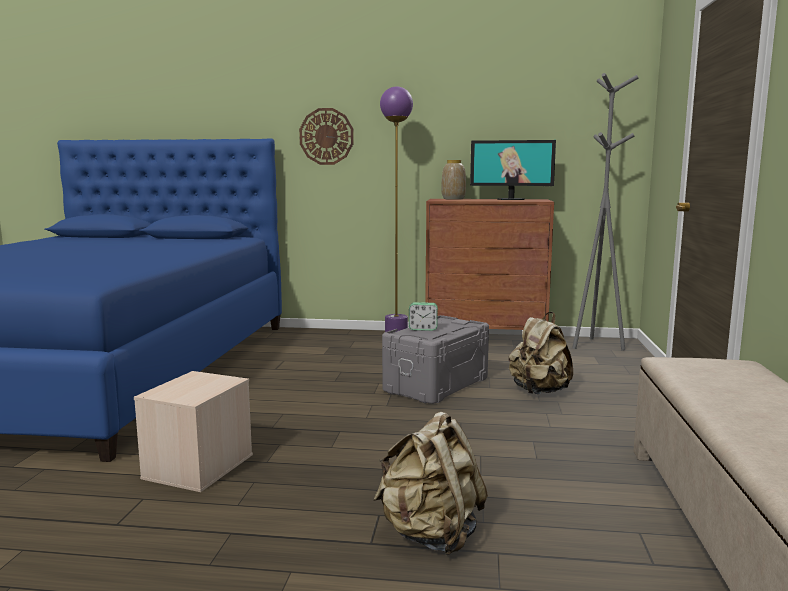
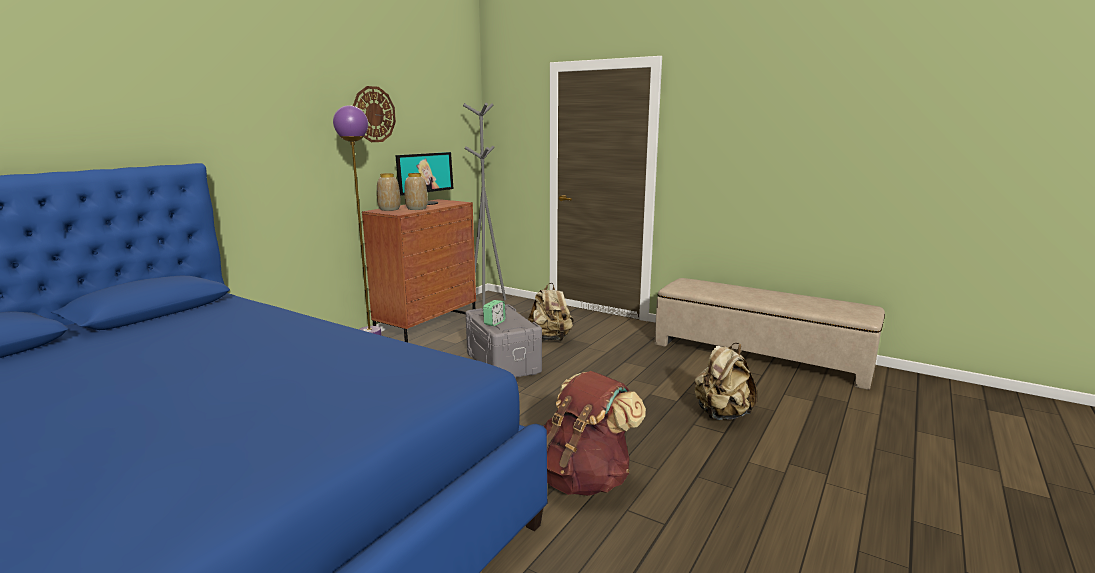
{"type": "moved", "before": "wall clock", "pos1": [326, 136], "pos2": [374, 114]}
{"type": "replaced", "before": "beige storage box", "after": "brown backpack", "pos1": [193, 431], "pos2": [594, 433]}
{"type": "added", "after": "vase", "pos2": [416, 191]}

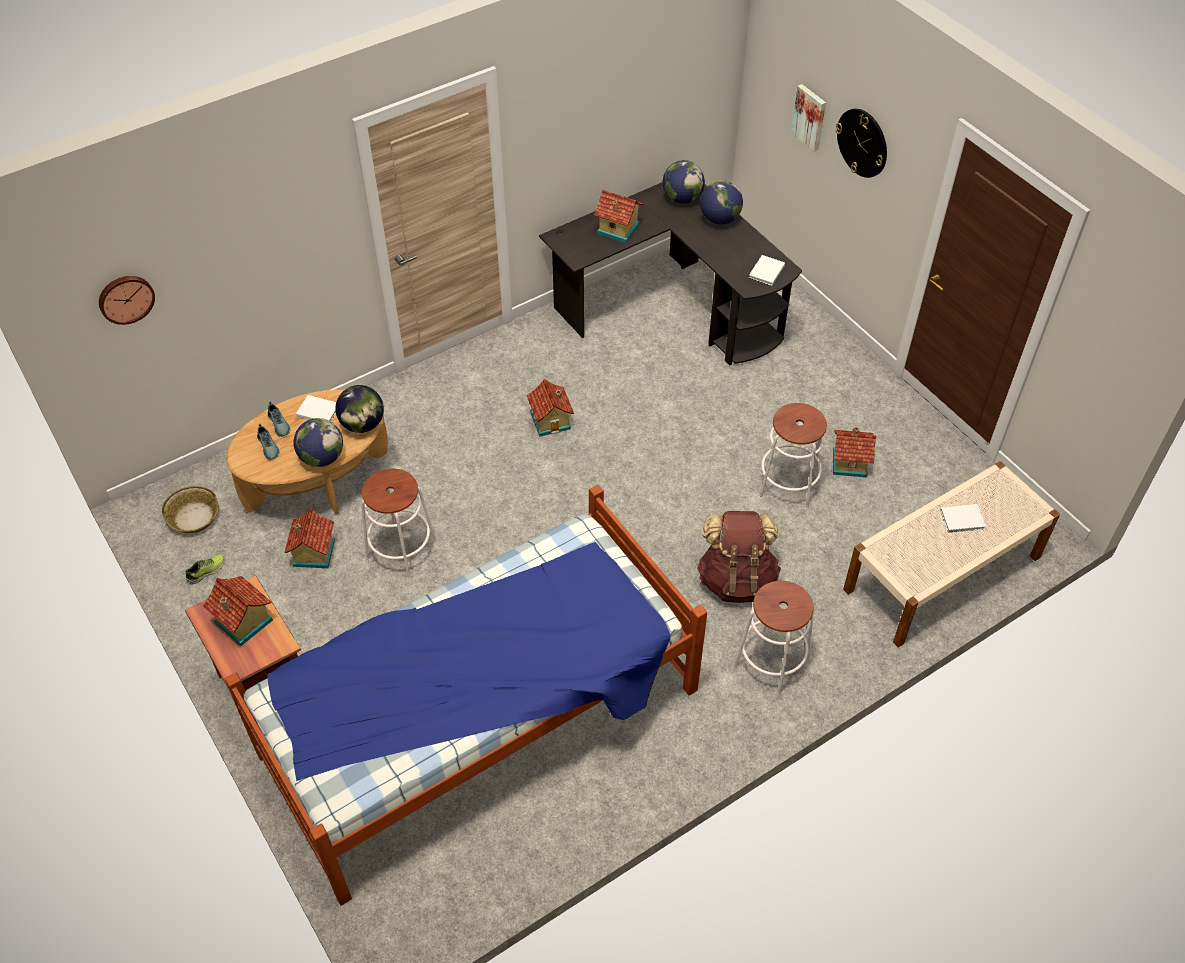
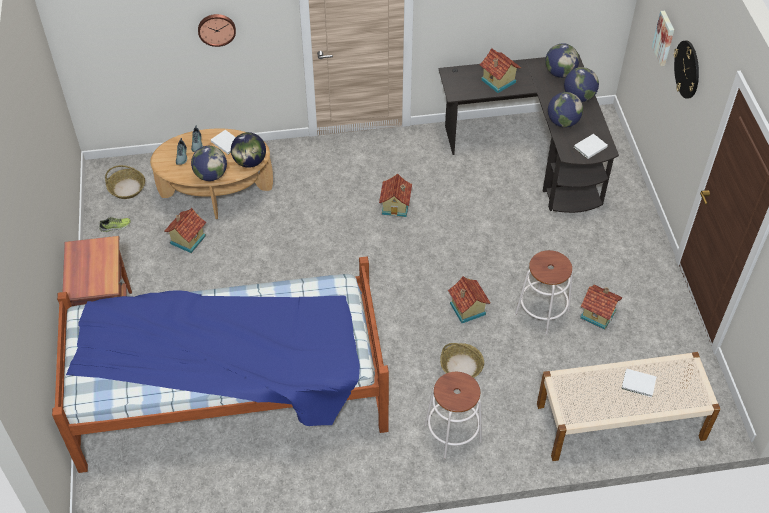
{"type": "moved", "before": "wall clock", "pos1": [127, 300], "pos2": [217, 30]}
{"type": "removed", "before": "white stool", "pos1": [398, 523]}
{"type": "replaced", "before": "brown backpack", "after": "basket", "pos1": [739, 557], "pos2": [462, 360]}
{"type": "moved", "before": "toy house", "pos1": [238, 611], "pos2": [469, 299]}
{"type": "added", "after": "globe", "pos2": [565, 109]}

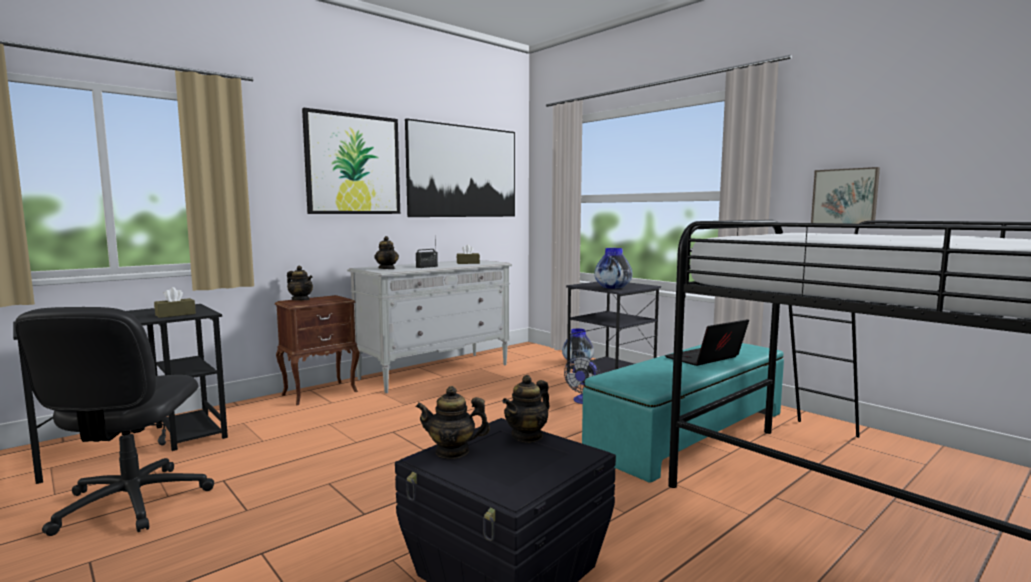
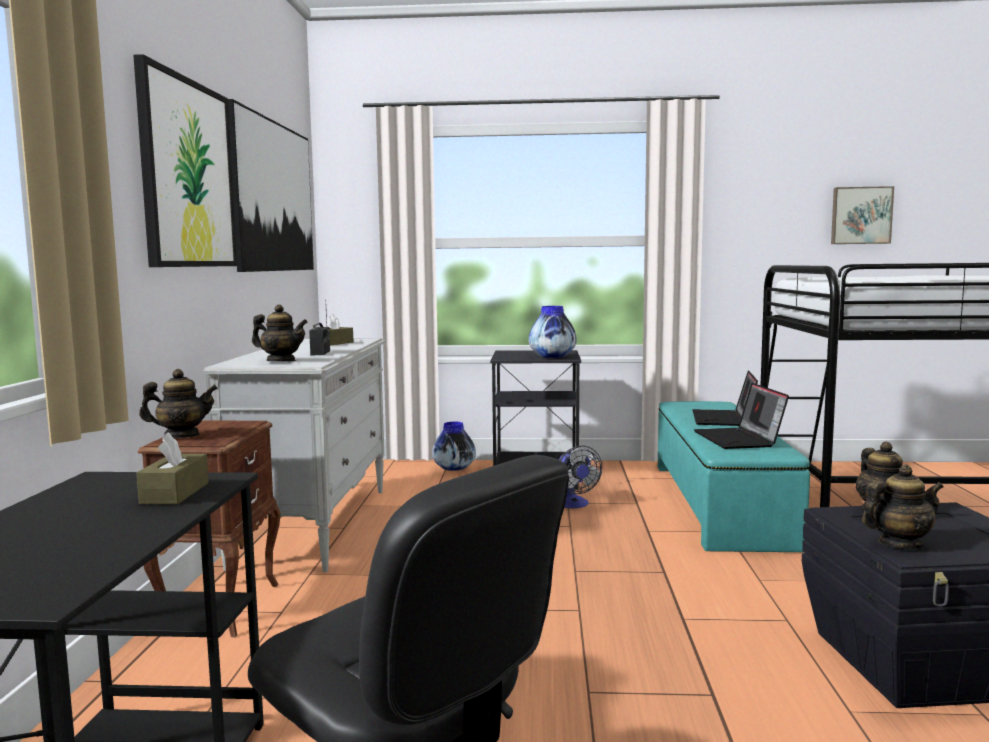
{"type": "moved", "before": "picture", "pos1": [845, 195], "pos2": [862, 215]}
{"type": "turned", "before": "teapot", "pos1": [453, 422], "pos2": [902, 507], "turn": -150}
{"type": "added", "after": "laptop", "pos2": [741, 416]}

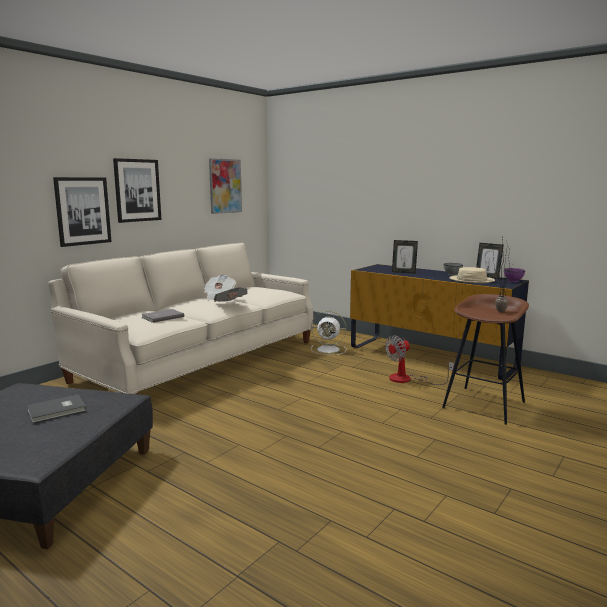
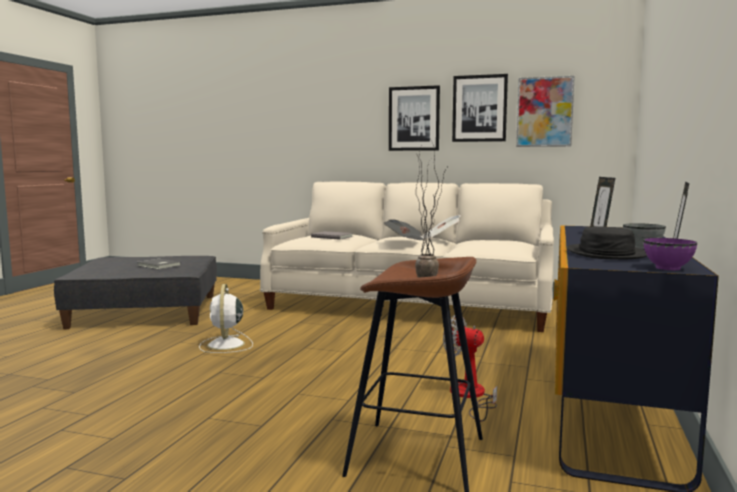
{"type": "moved", "before": "picture", "pos1": [82, 212], "pos2": [480, 108]}
{"type": "recoloured", "before": "beige hat", "after": "black hat", "pos1": [472, 275], "pos2": [606, 243]}
{"type": "moved", "before": "white fan", "pos1": [328, 333], "pos2": [226, 318]}

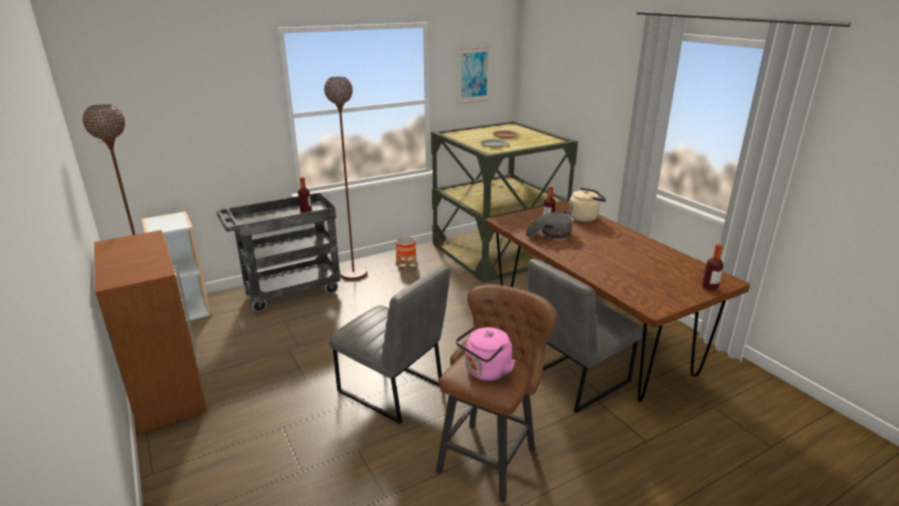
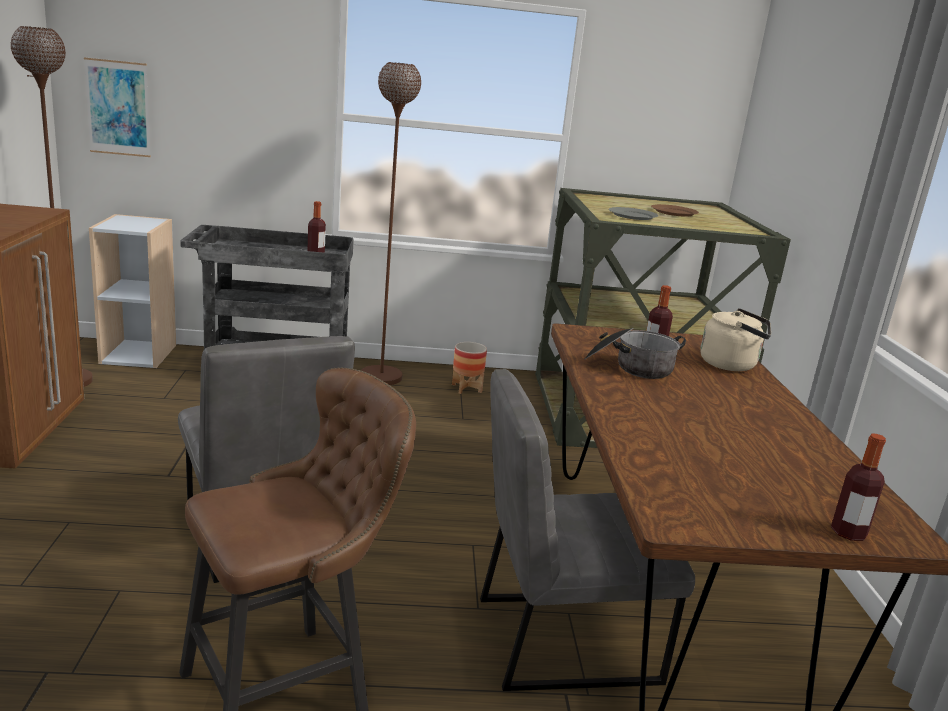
{"type": "moved", "before": "picture", "pos1": [474, 75], "pos2": [117, 107]}
{"type": "removed", "before": "pink kettle", "pos1": [486, 353]}

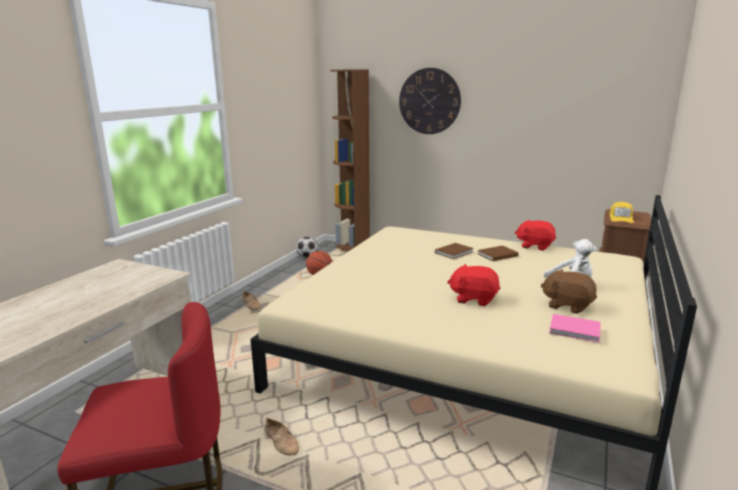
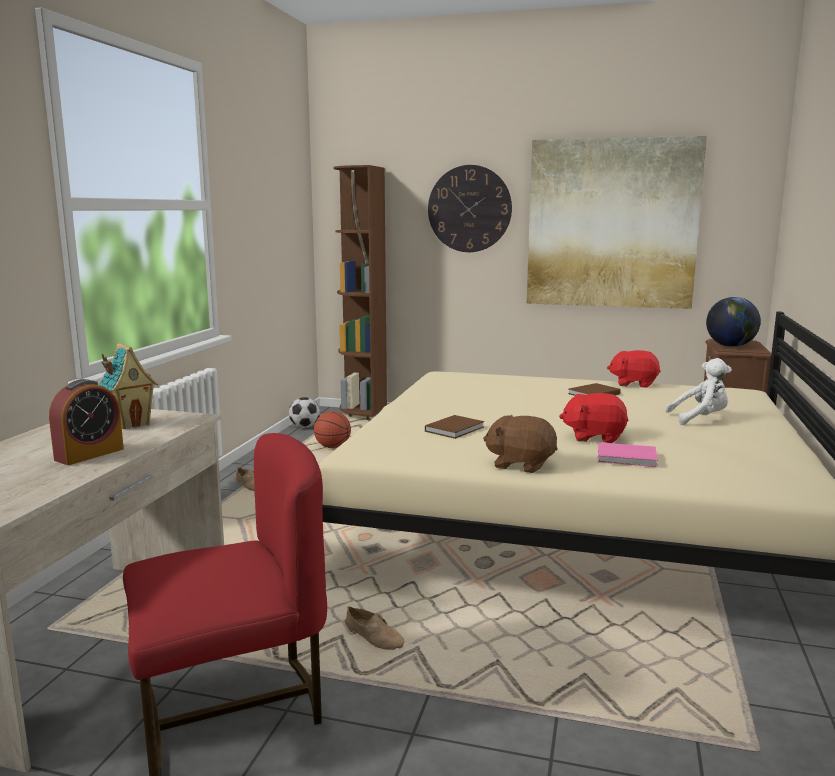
{"type": "replaced", "before": "yellow cap", "after": "globe", "pos1": [622, 212], "pos2": [733, 322]}
{"type": "moved", "before": "brown book", "pos1": [454, 251], "pos2": [454, 427]}
{"type": "moved", "before": "brown plush toy", "pos1": [569, 291], "pos2": [520, 444]}
{"type": "moved", "before": "pink book", "pos1": [575, 328], "pos2": [628, 454]}
{"type": "added", "after": "picture", "pos2": [617, 222]}
{"type": "added", "after": "toy house", "pos2": [128, 386]}
{"type": "added", "after": "alarm clock", "pos2": [86, 422]}

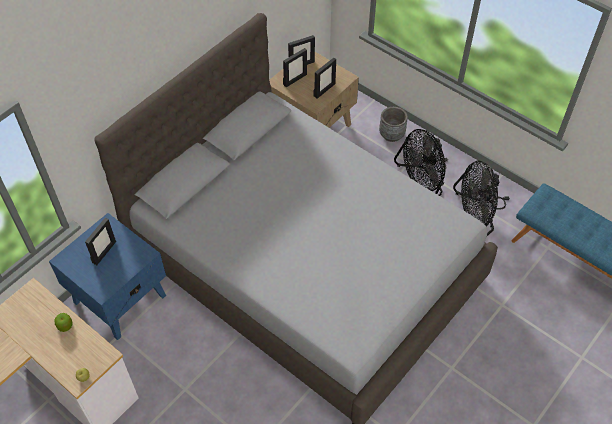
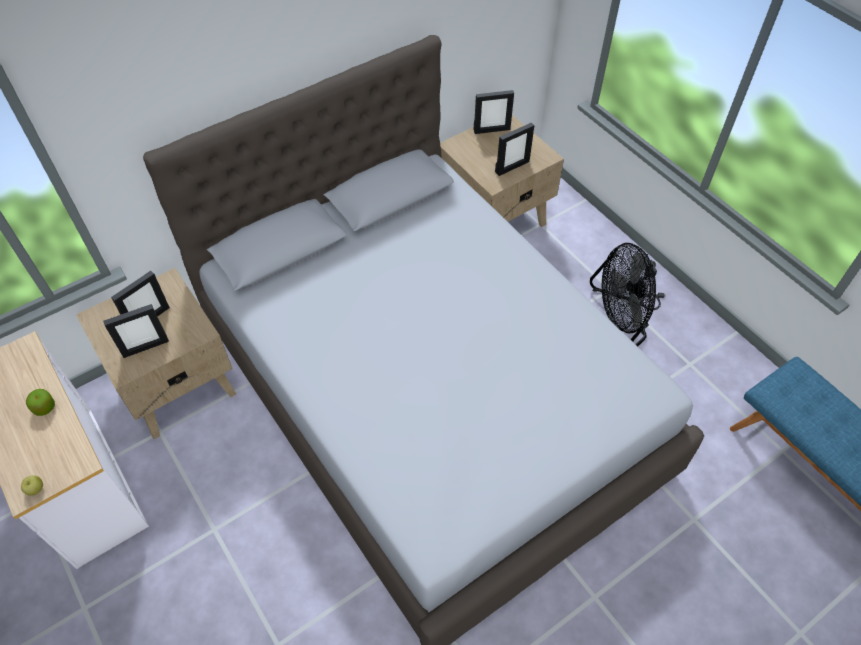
{"type": "moved", "before": "picture frame", "pos1": [295, 67], "pos2": [136, 331]}
{"type": "removed", "before": "grey planter", "pos1": [393, 124]}
{"type": "removed", "before": "black fan", "pos1": [481, 198]}
{"type": "recoloured", "before": "blue nightstand", "after": "beige nightstand", "pos1": [107, 276], "pos2": [156, 353]}

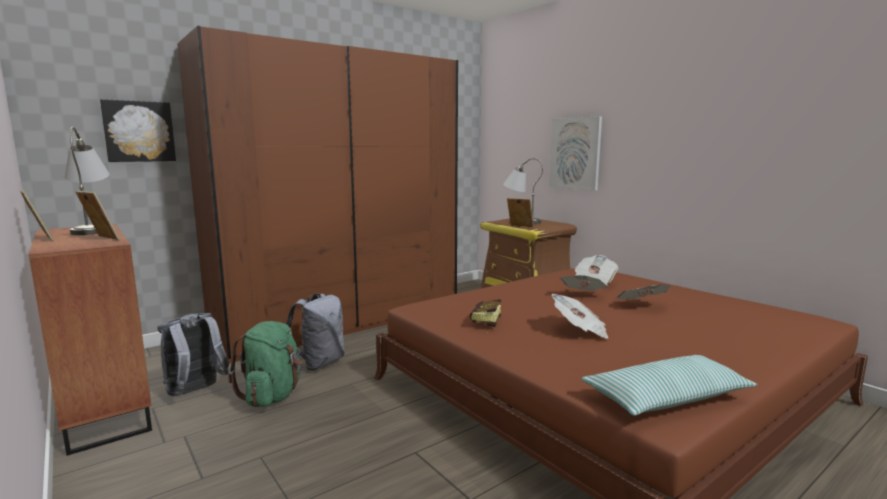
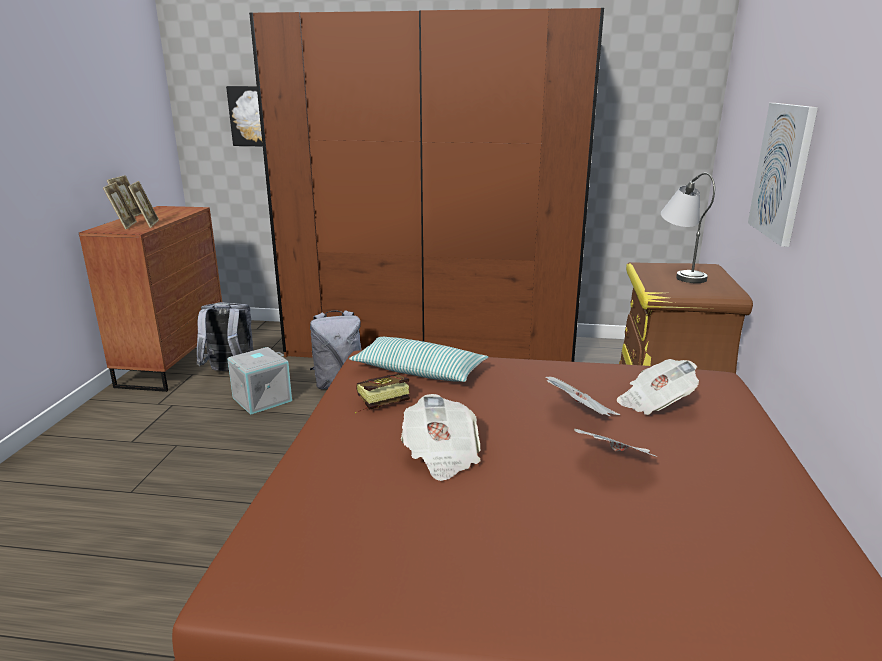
{"type": "removed", "before": "grey table lamp", "pos1": [87, 181]}
{"type": "moved", "before": "picture frame", "pos1": [520, 212], "pos2": [120, 206]}
{"type": "replaced", "before": "green backpack", "after": "grey storage box", "pos1": [265, 364], "pos2": [259, 381]}
{"type": "moved", "before": "pillow", "pos1": [669, 385], "pos2": [418, 359]}

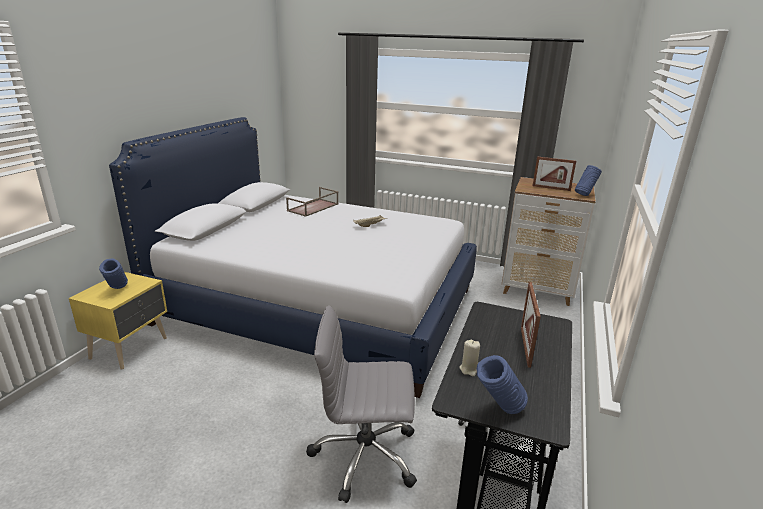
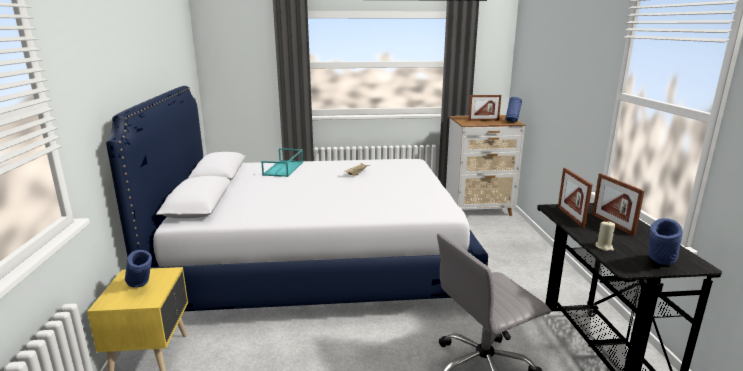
{"type": "recoloured", "before": "brown tray", "after": "turquoise tray", "pos1": [312, 202], "pos2": [282, 162]}
{"type": "added", "after": "picture frame", "pos2": [575, 198]}

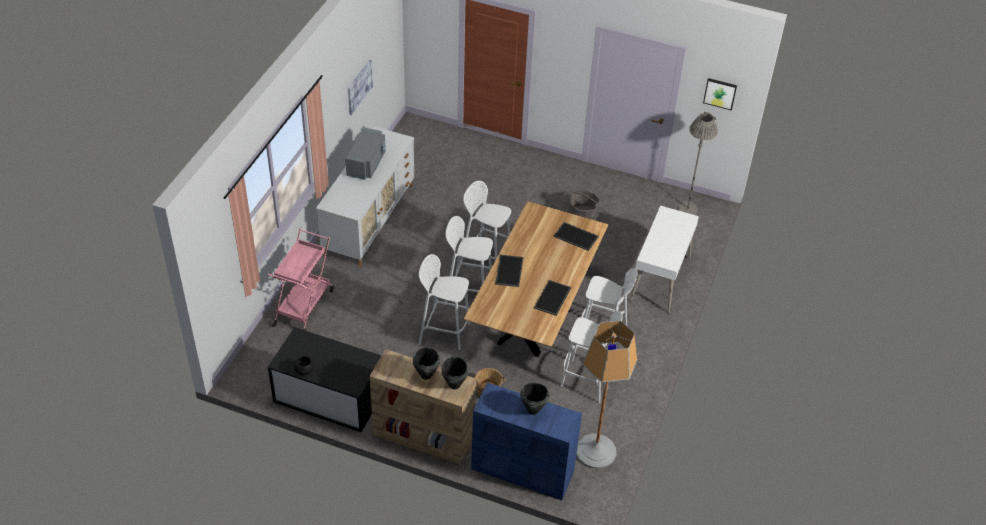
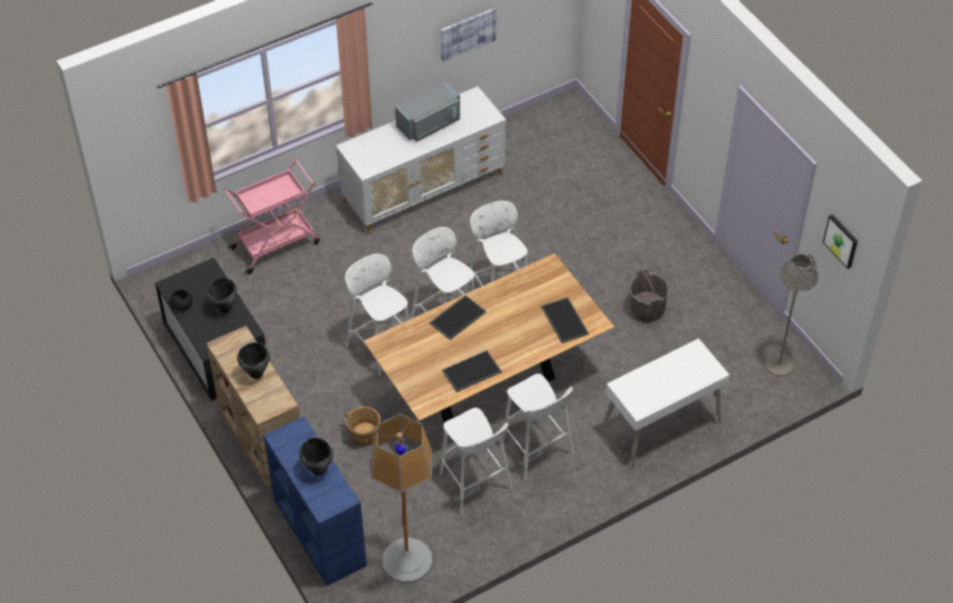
{"type": "moved", "before": "black cooking pot", "pos1": [455, 372], "pos2": [222, 295]}

